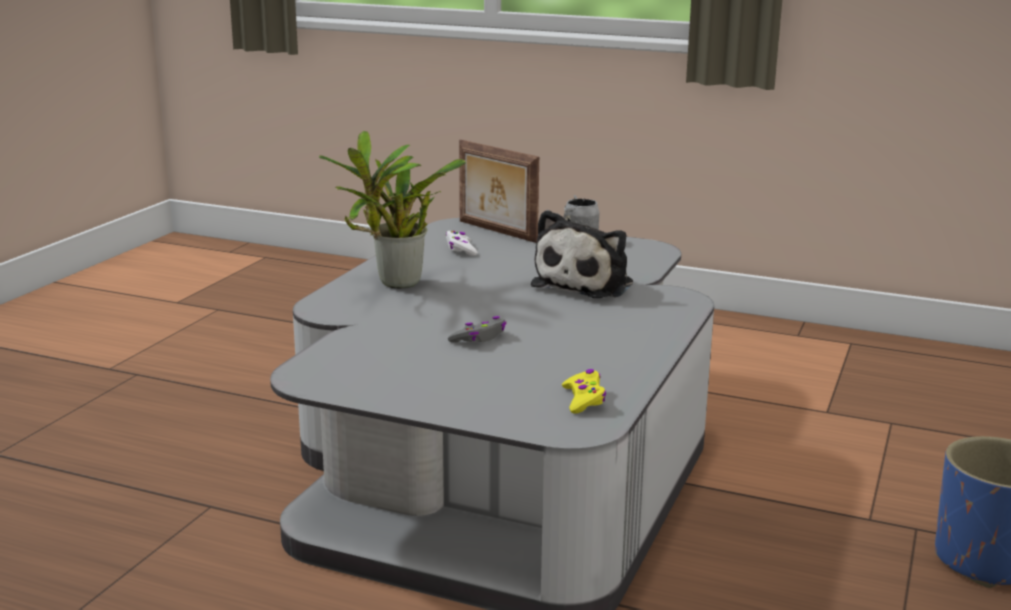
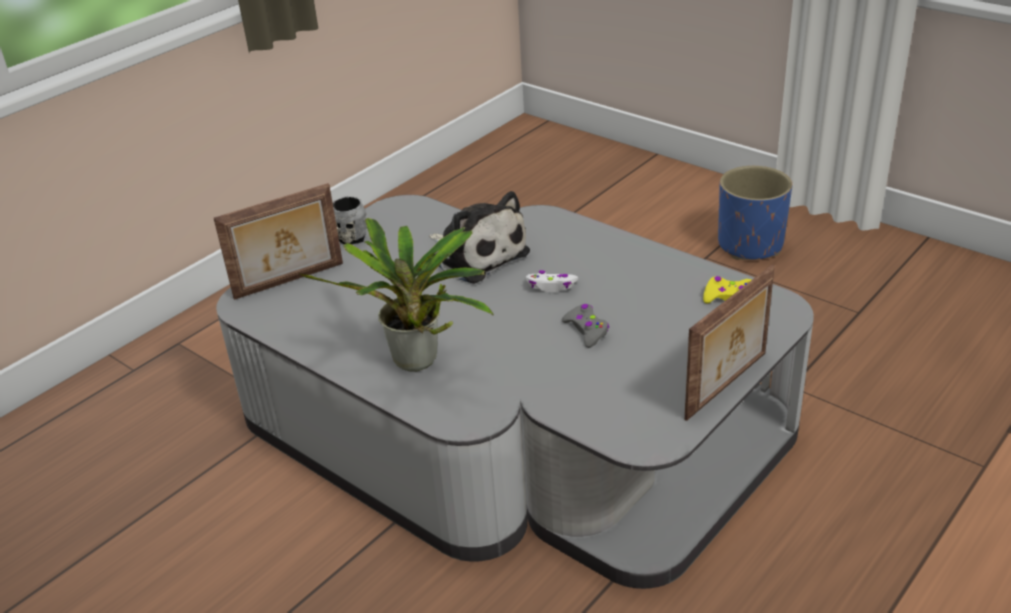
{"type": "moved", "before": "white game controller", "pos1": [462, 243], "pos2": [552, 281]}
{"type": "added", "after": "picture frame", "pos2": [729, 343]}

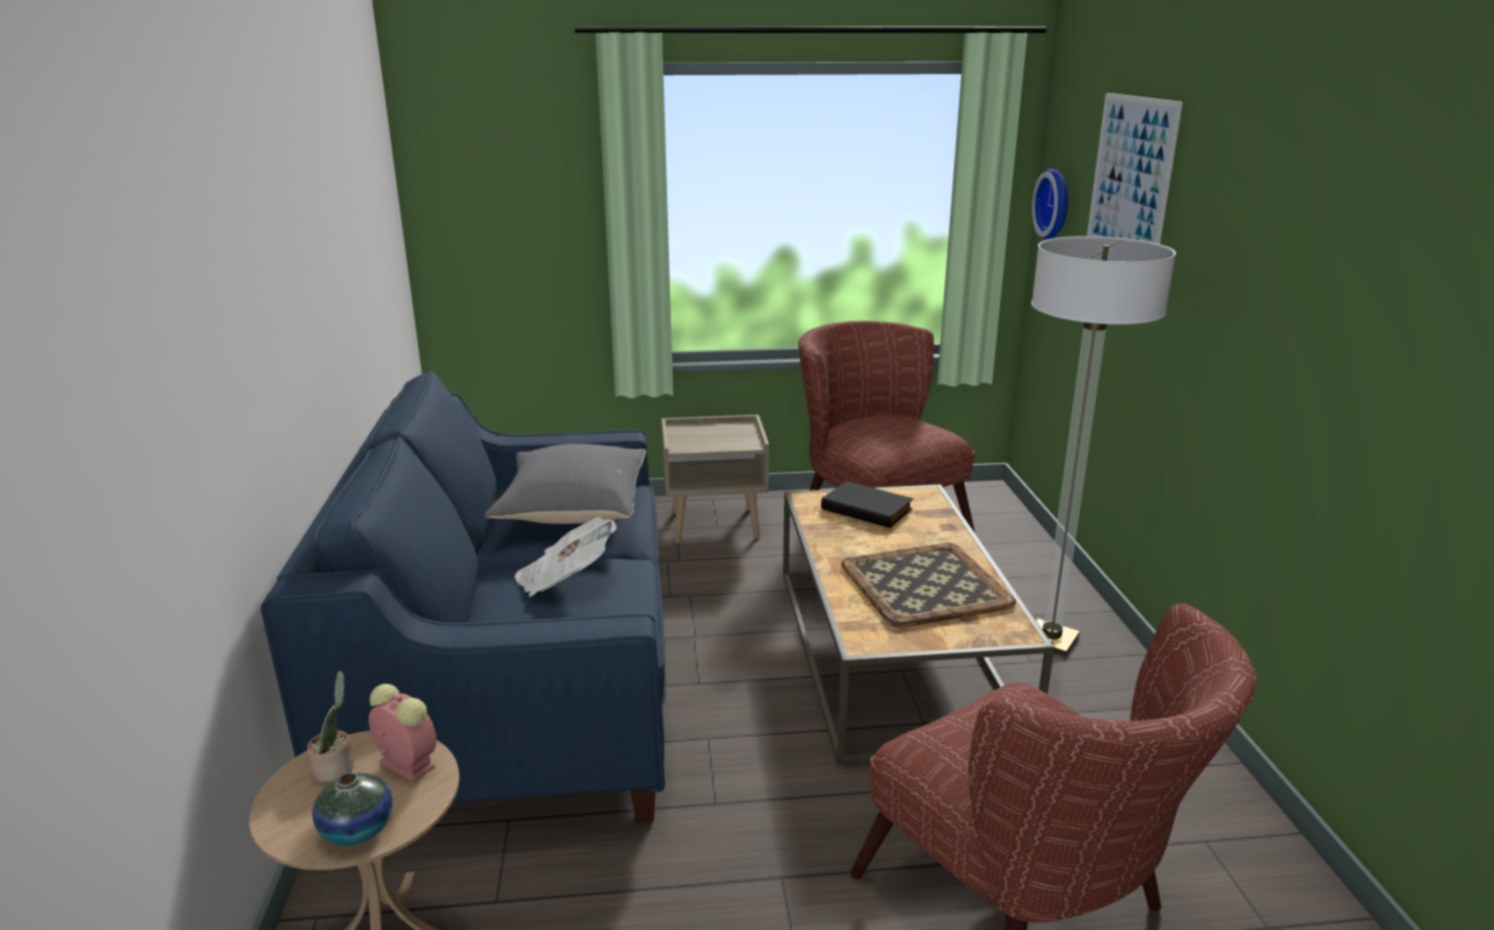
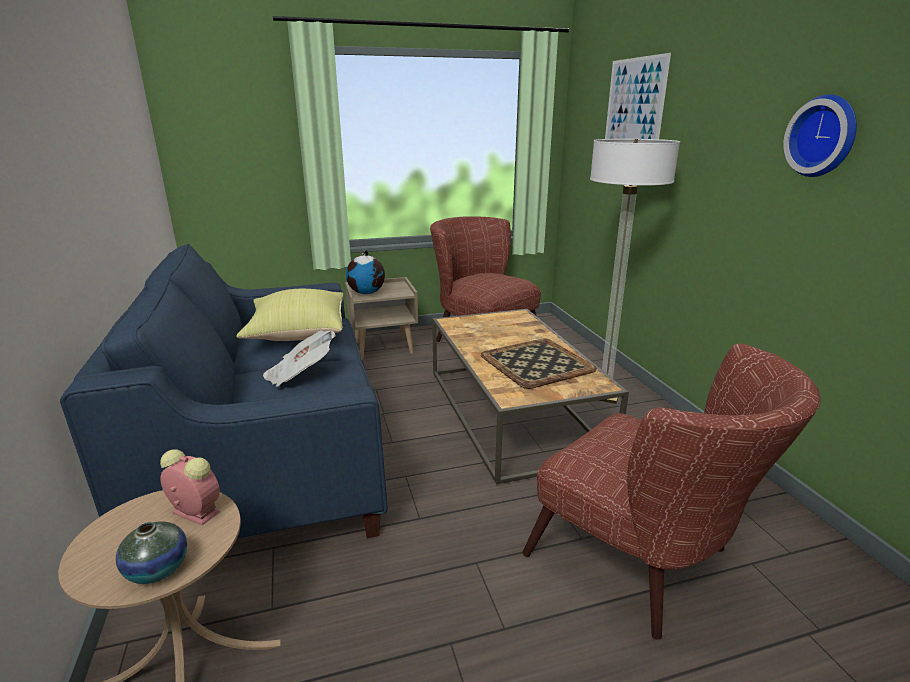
{"type": "moved", "before": "wall clock", "pos1": [1050, 204], "pos2": [820, 135]}
{"type": "recoloured", "before": "grey pillow", "after": "yellow pillow", "pos1": [565, 484], "pos2": [289, 315]}
{"type": "removed", "before": "black book", "pos1": [867, 504]}
{"type": "removed", "before": "potted plant", "pos1": [331, 727]}
{"type": "added", "after": "globe", "pos2": [365, 272]}

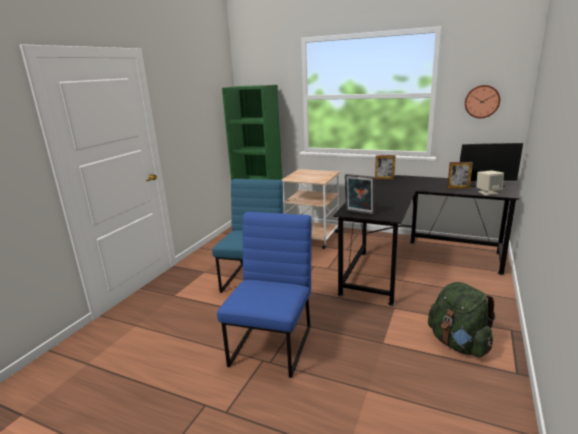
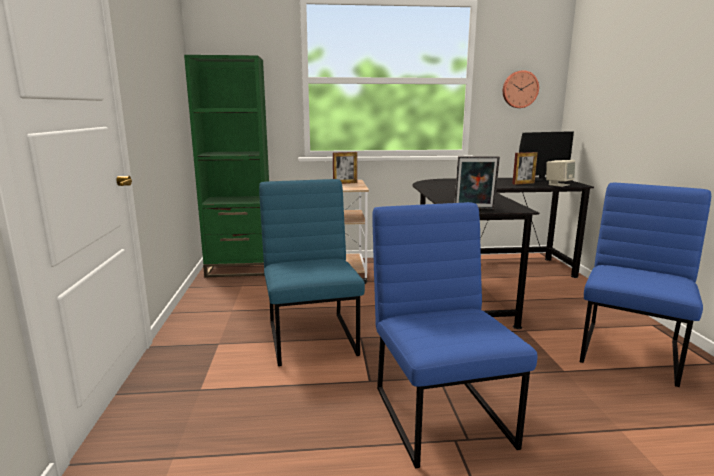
{"type": "moved", "before": "picture frame", "pos1": [385, 167], "pos2": [345, 168]}
{"type": "replaced", "before": "green backpack", "after": "blue chair", "pos1": [461, 319], "pos2": [645, 285]}

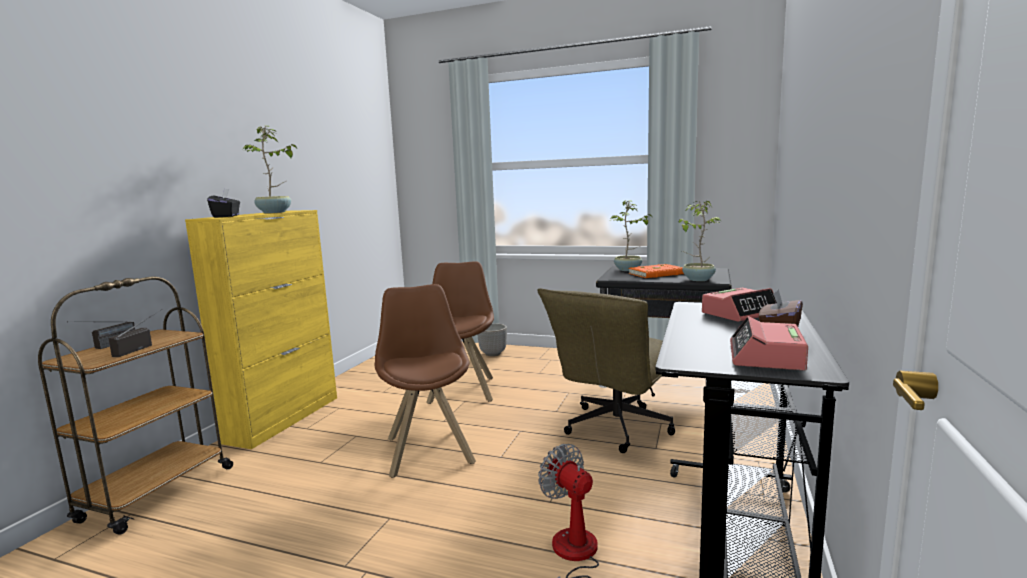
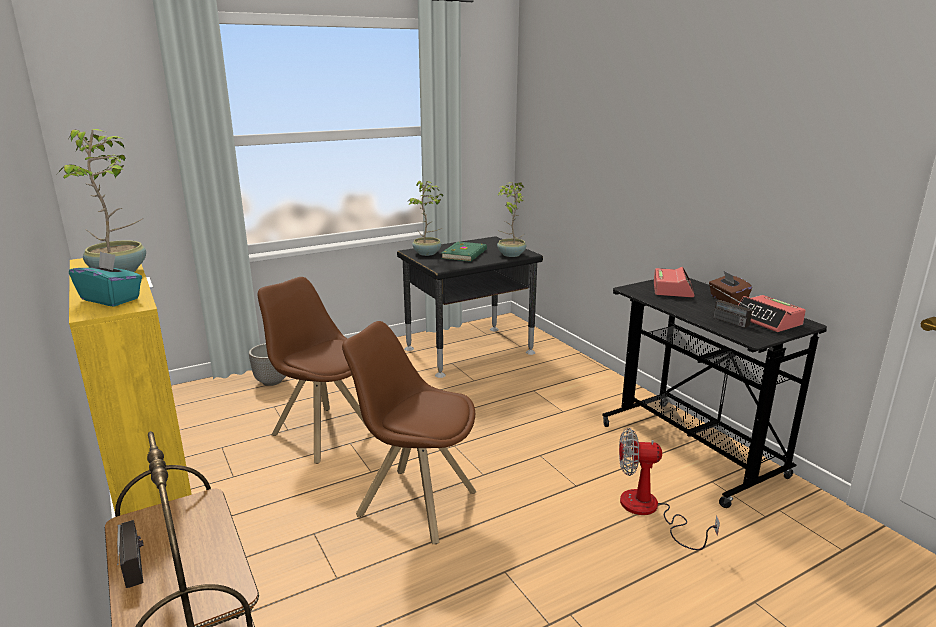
{"type": "recoloured", "before": "black tissue box", "after": "turquoise tissue box", "pos1": [223, 203], "pos2": [105, 279]}
{"type": "recoloured", "before": "orange book", "after": "green book", "pos1": [656, 271], "pos2": [464, 252]}
{"type": "removed", "before": "beige office chair", "pos1": [606, 370]}
{"type": "moved", "before": "radio", "pos1": [135, 333], "pos2": [728, 305]}

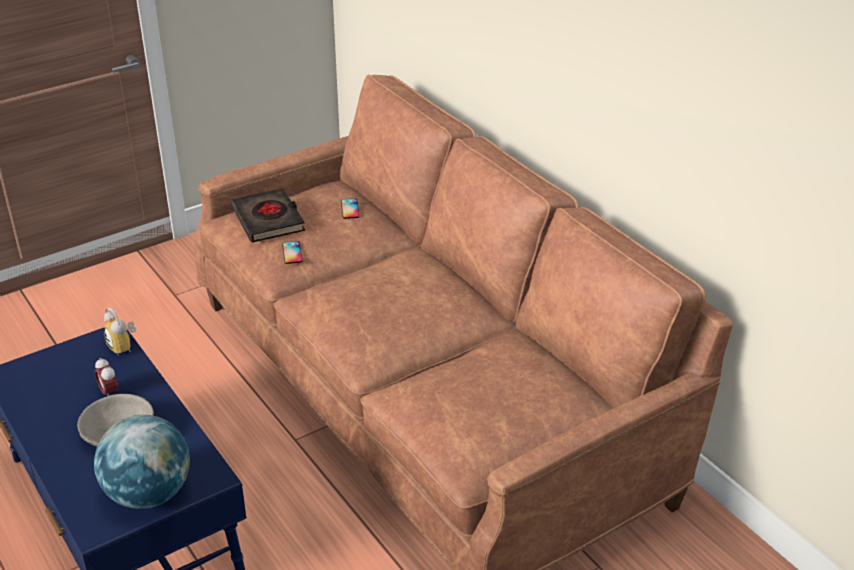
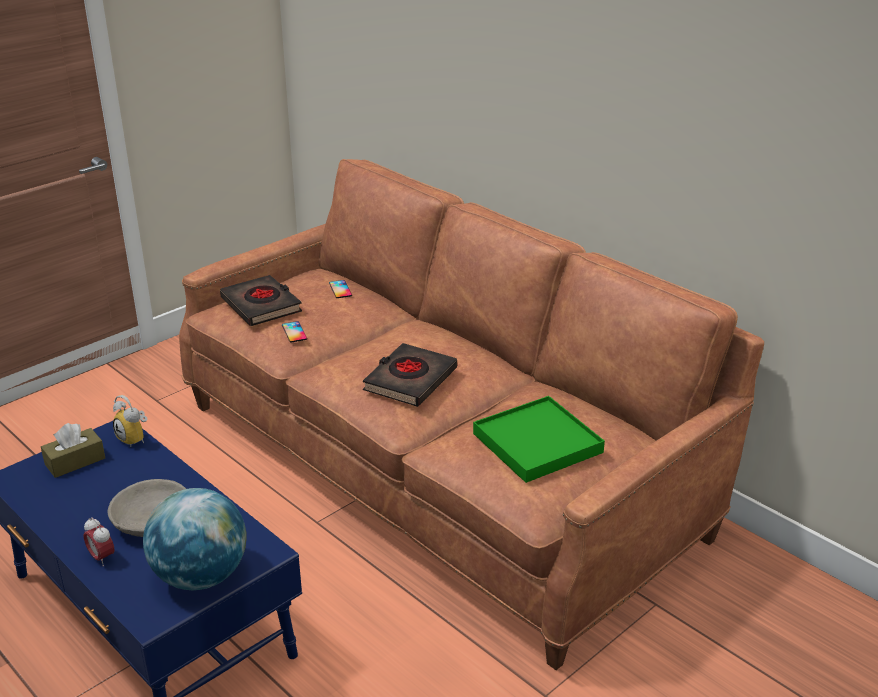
{"type": "moved", "before": "alarm clock", "pos1": [107, 377], "pos2": [99, 542]}
{"type": "added", "after": "black book", "pos2": [410, 375]}
{"type": "added", "after": "green tray", "pos2": [539, 439]}
{"type": "added", "after": "brown tissue box", "pos2": [73, 450]}

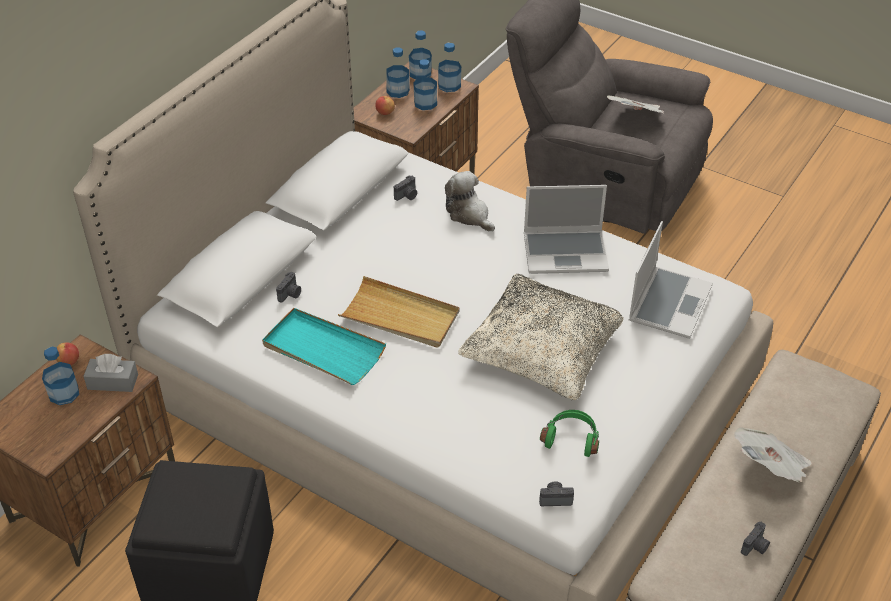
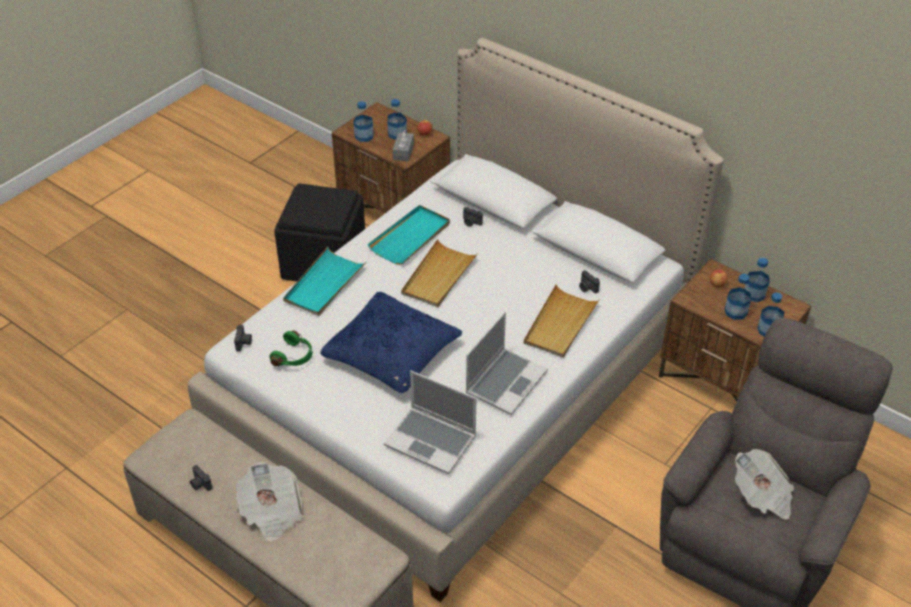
{"type": "moved", "before": "bottle", "pos1": [420, 55], "pos2": [363, 121]}
{"type": "replaced", "before": "plush toy", "after": "beige tray", "pos1": [470, 201], "pos2": [562, 321]}
{"type": "turned", "before": "laptop", "pos1": [566, 229], "pos2": [506, 363], "turn": -150}
{"type": "recoloured", "before": "beige pillow", "after": "blue pillow", "pos1": [541, 337], "pos2": [391, 342]}
{"type": "added", "after": "turquoise tray", "pos2": [324, 281]}

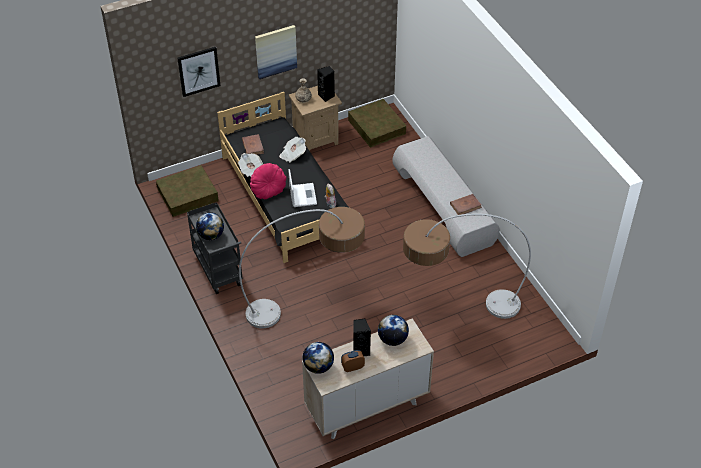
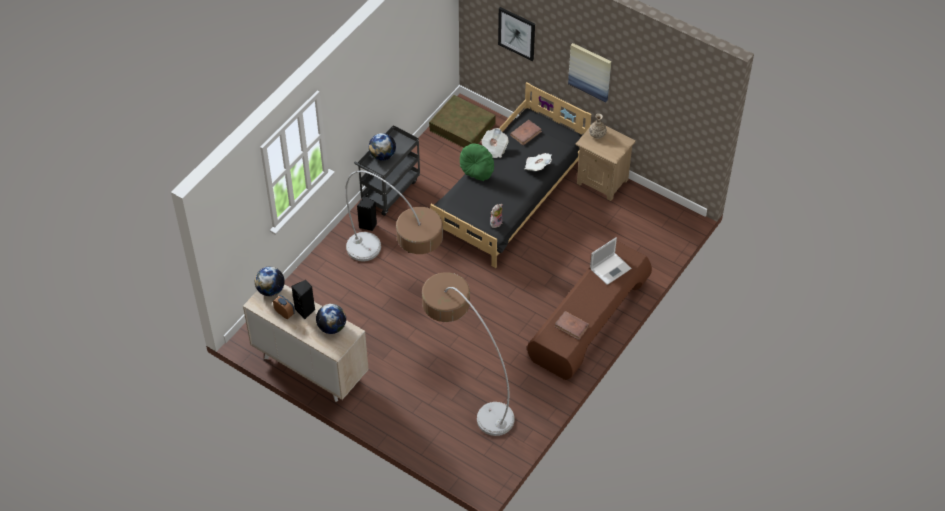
{"type": "moved", "before": "black speaker", "pos1": [326, 84], "pos2": [367, 213]}
{"type": "removed", "before": "brown storage box", "pos1": [377, 123]}
{"type": "recoloured", "before": "grey bench", "after": "brown bench", "pos1": [446, 196], "pos2": [589, 310]}
{"type": "recoloured", "before": "pink pillow", "after": "green pillow", "pos1": [268, 181], "pos2": [477, 162]}
{"type": "moved", "before": "laptop", "pos1": [302, 188], "pos2": [610, 261]}

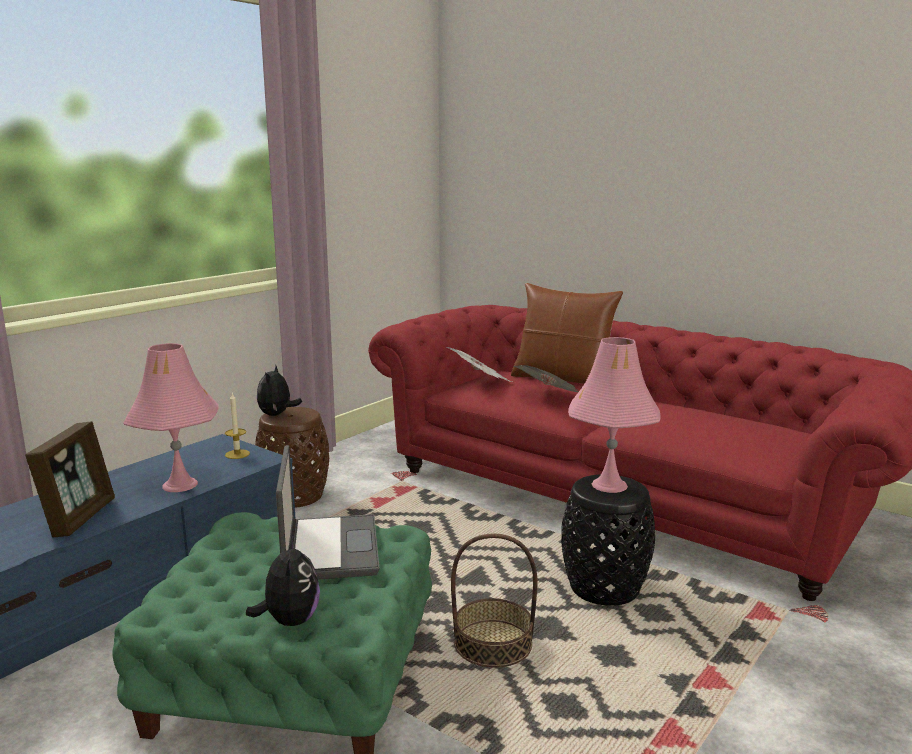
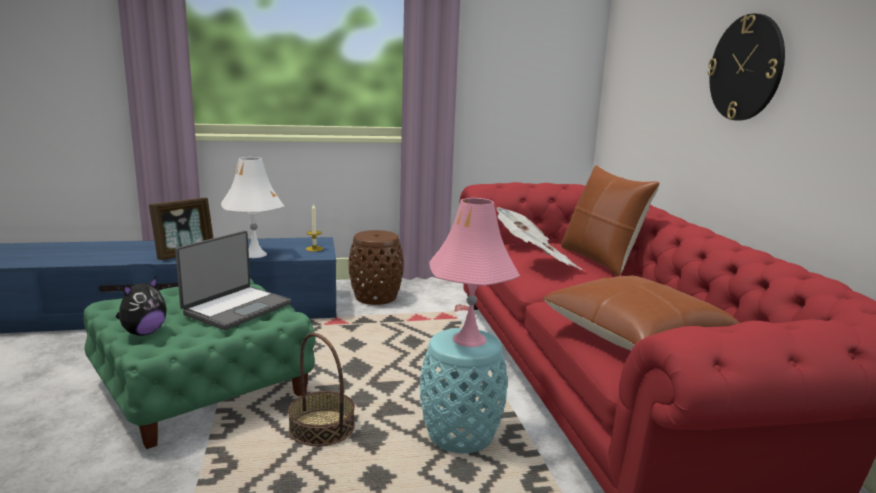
{"type": "recoloured", "before": "pink table lamp", "after": "white table lamp", "pos1": [171, 417], "pos2": [252, 207]}
{"type": "removed", "before": "plush toy", "pos1": [279, 390]}
{"type": "recoloured", "before": "black stool", "after": "turquoise stool", "pos1": [608, 540], "pos2": [463, 390]}
{"type": "added", "after": "wall clock", "pos2": [746, 67]}
{"type": "added", "after": "brown pillow", "pos2": [641, 313]}

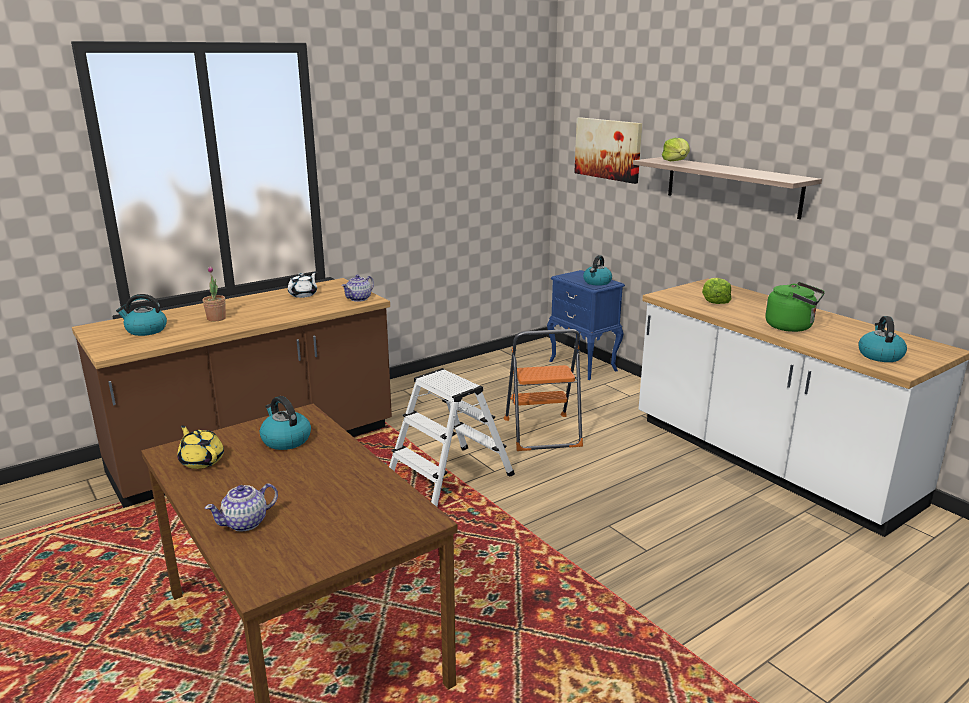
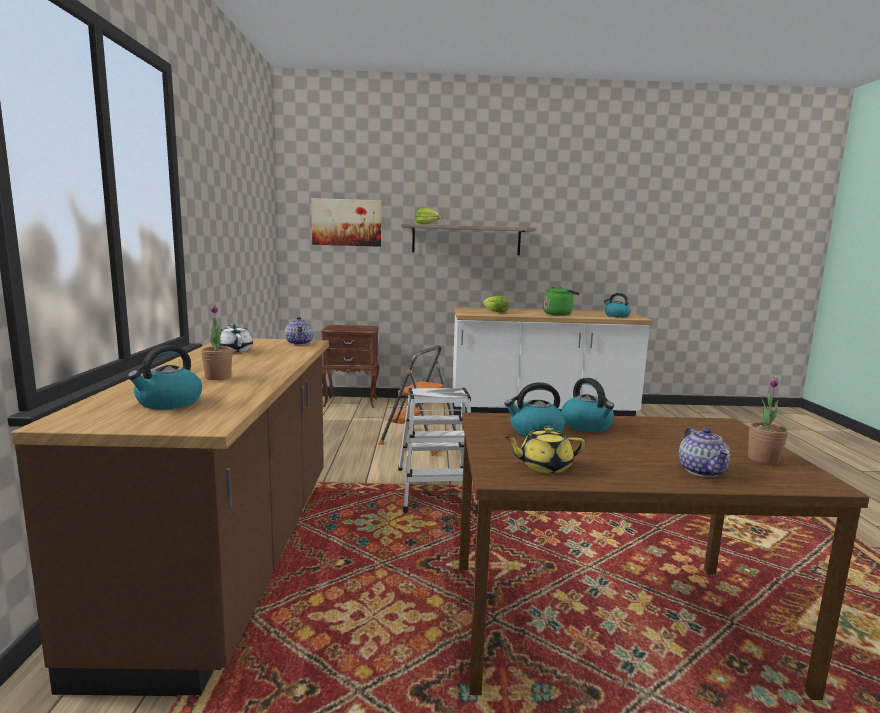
{"type": "moved", "before": "kettle", "pos1": [597, 270], "pos2": [587, 405]}
{"type": "recoloured", "before": "blue nightstand", "after": "brown nightstand", "pos1": [586, 325], "pos2": [350, 366]}
{"type": "added", "after": "potted plant", "pos2": [768, 421]}

